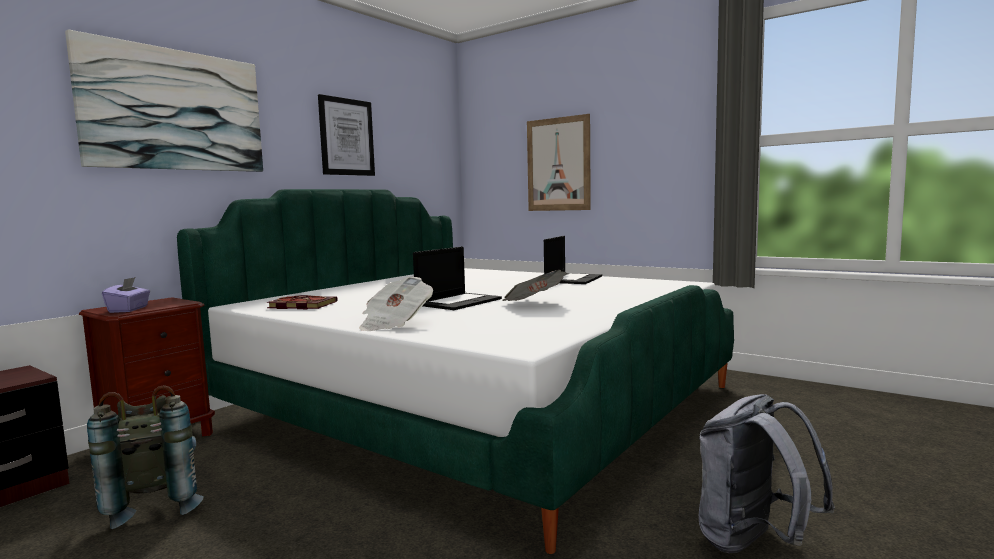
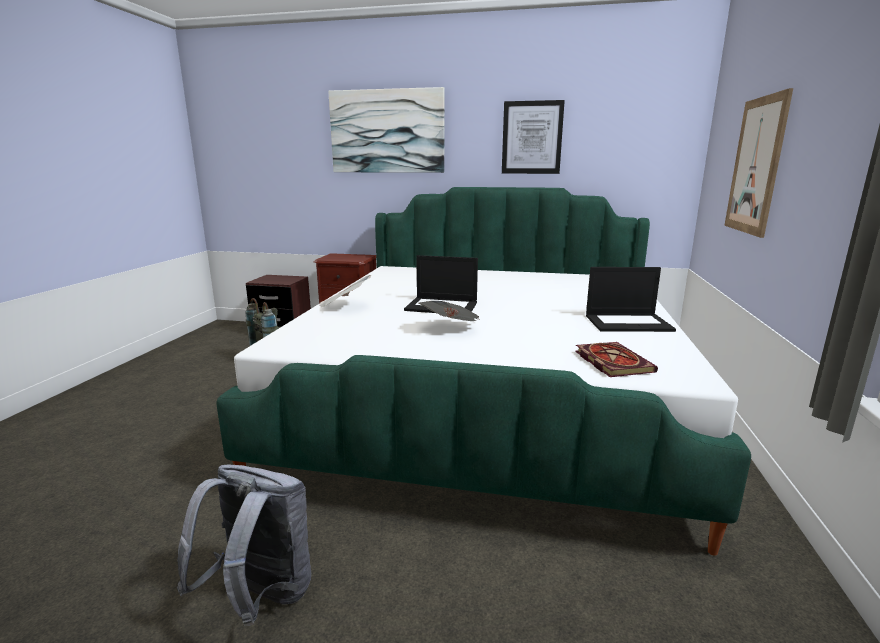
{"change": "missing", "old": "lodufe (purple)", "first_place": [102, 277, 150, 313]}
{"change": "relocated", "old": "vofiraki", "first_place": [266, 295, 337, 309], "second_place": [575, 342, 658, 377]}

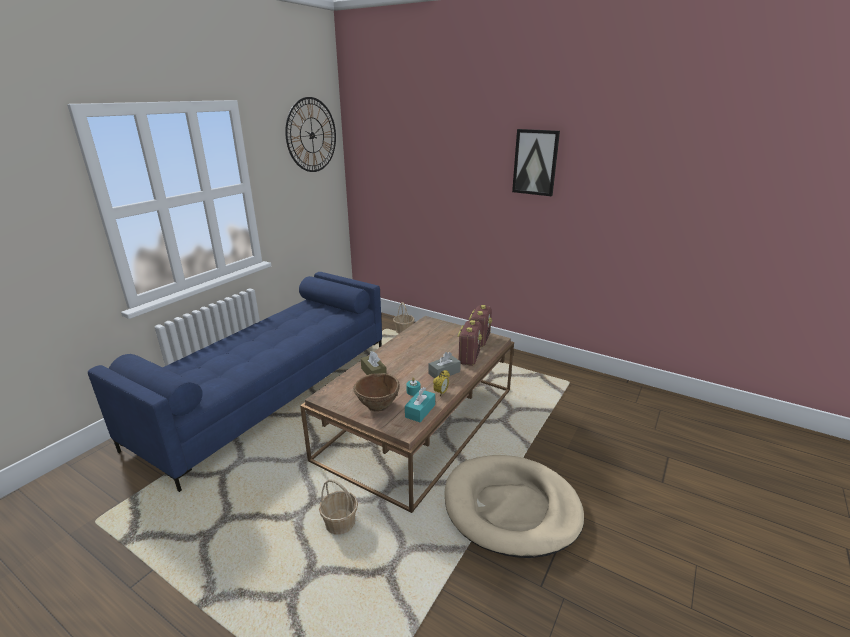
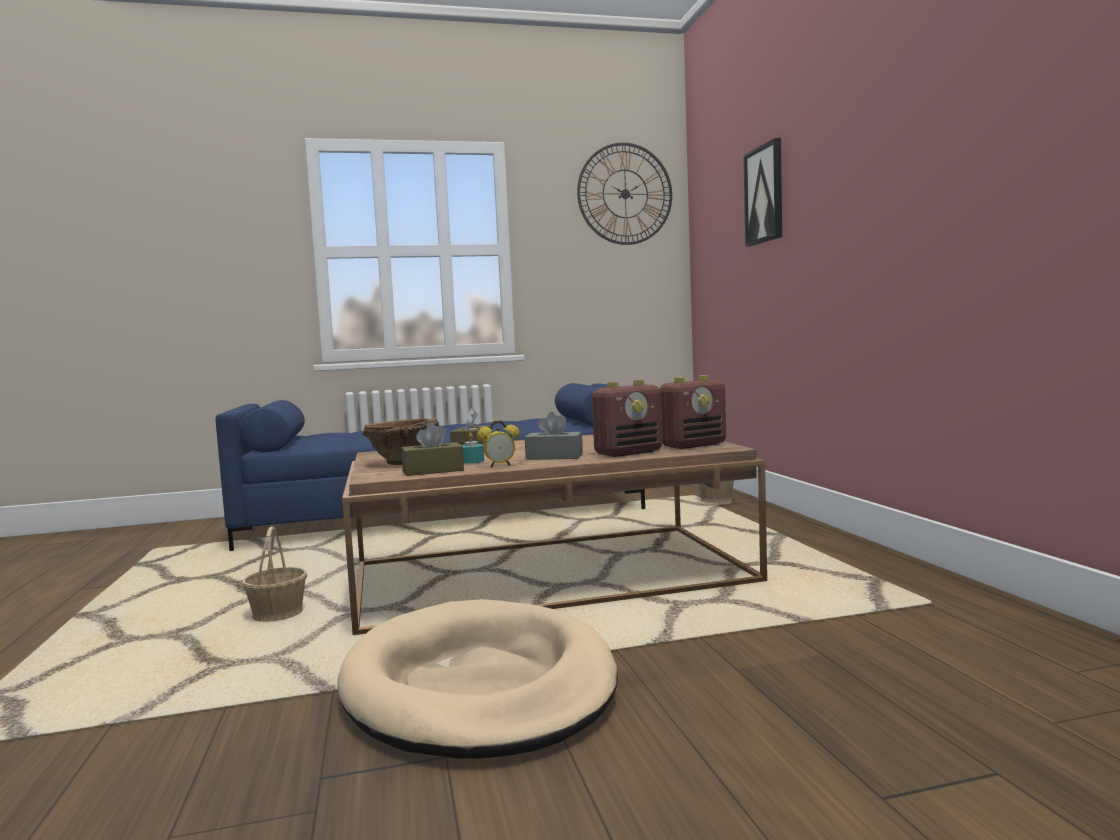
{"change": "relocated", "old": "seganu", "first_place": [512, 129, 560, 196], "second_place": [743, 138, 782, 247]}
{"change": "colour", "old": "lodufe (turquoise)", "new": "lodufe (brown)", "first_place": [405, 387, 435, 422], "second_place": [401, 422, 464, 476]}

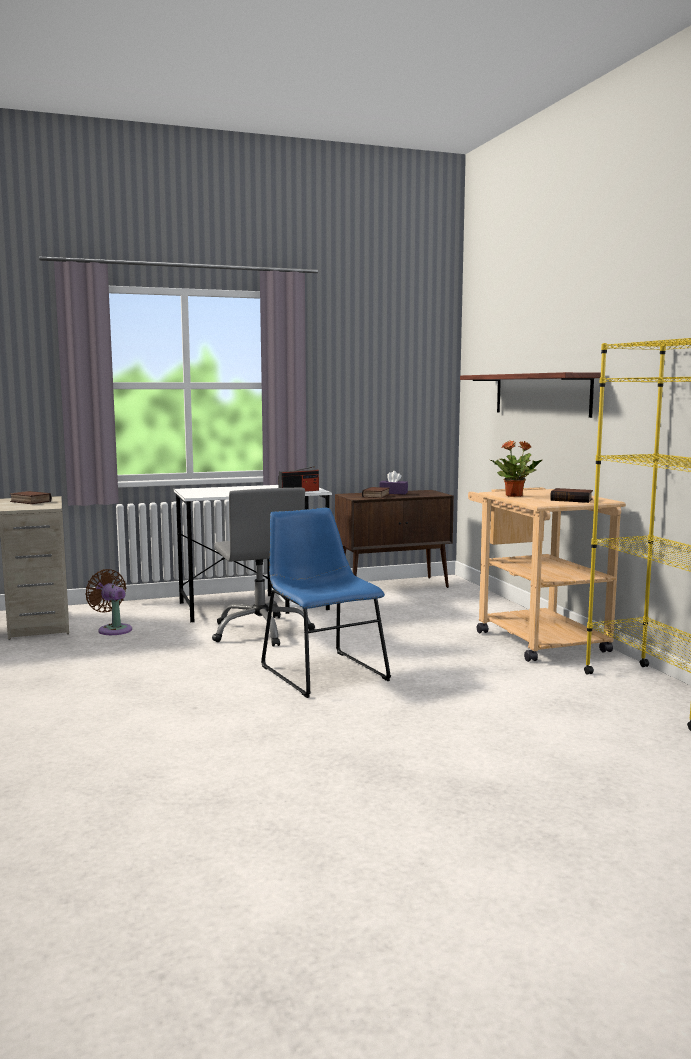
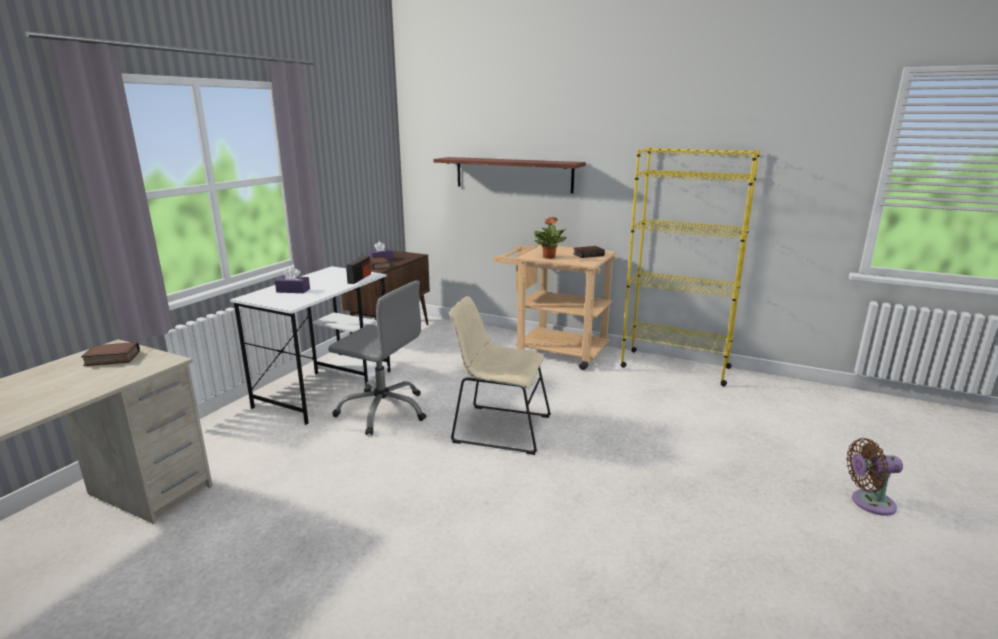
{"change": "appeared", "new": "lodufe (purple)", "second_place": [275, 266, 310, 293]}
{"change": "relocated", "old": "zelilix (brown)", "first_place": [85, 569, 132, 635], "second_place": [846, 438, 903, 516]}
{"change": "colour", "old": "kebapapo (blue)", "new": "kebapapo (beige)", "first_place": [261, 508, 391, 698], "second_place": [449, 296, 551, 455]}

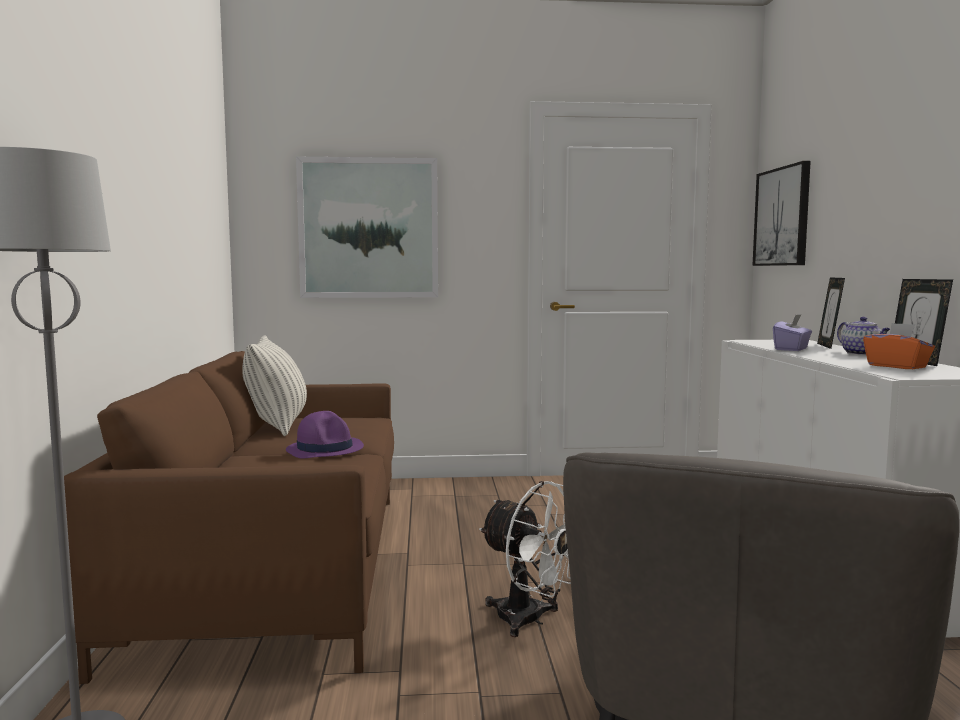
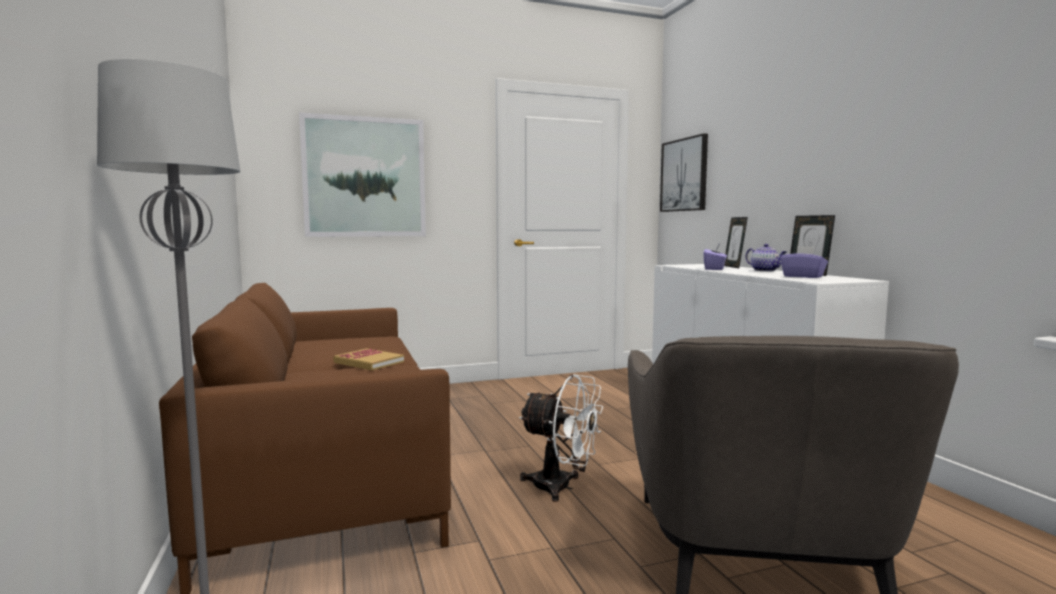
{"change": "missing", "old": "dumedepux", "first_place": [242, 336, 307, 436]}
{"change": "exchanged", "old": "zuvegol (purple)", "new": "vofiraki", "first_place": [286, 411, 364, 459], "second_place": [334, 349, 404, 370]}
{"change": "colour", "old": "lodufe (orange)", "new": "lodufe (purple)", "first_place": [863, 323, 935, 369], "second_place": [780, 246, 828, 278]}

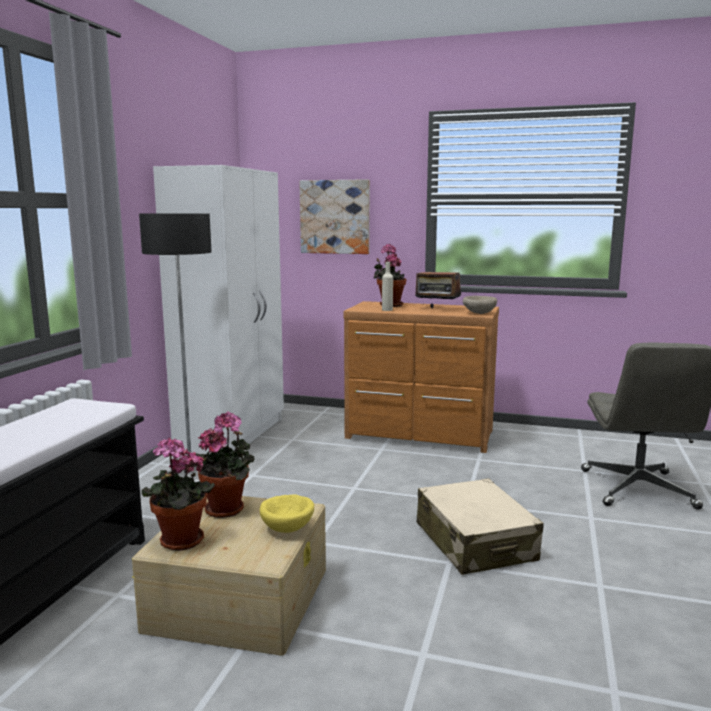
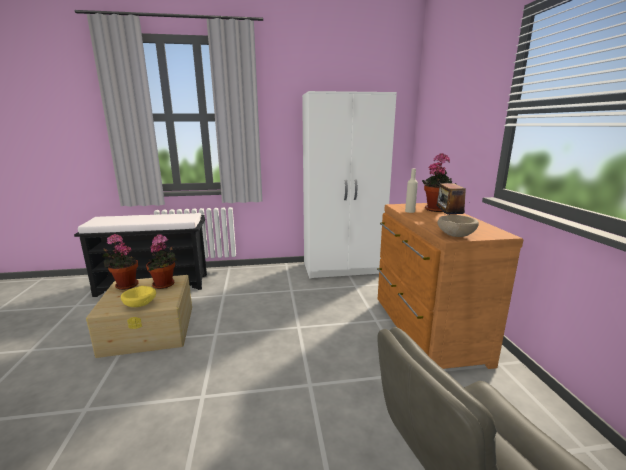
{"change": "missing", "old": "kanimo", "first_place": [139, 213, 211, 482]}
{"change": "missing", "old": "seganu", "first_place": [299, 179, 370, 254]}
{"change": "missing", "old": "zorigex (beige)", "first_place": [417, 478, 544, 575]}

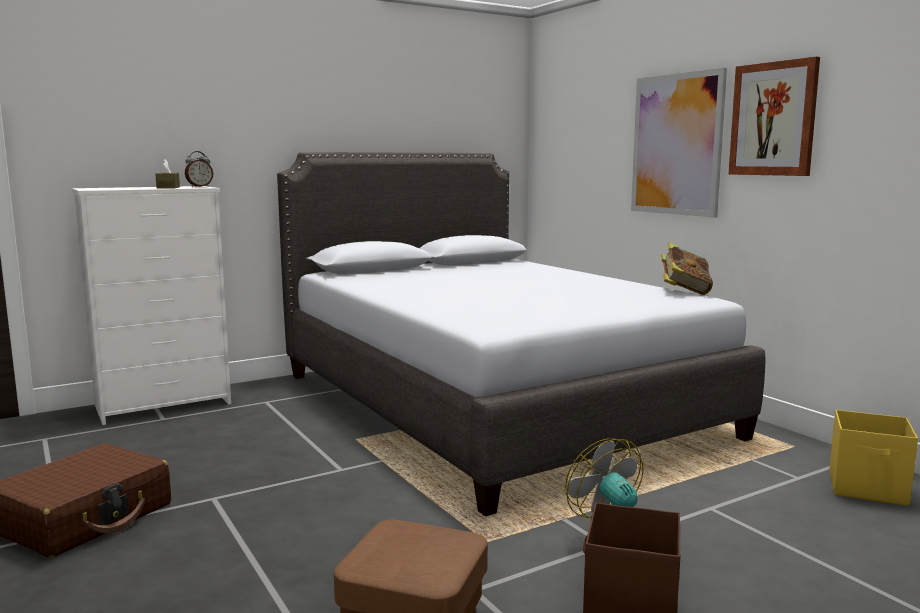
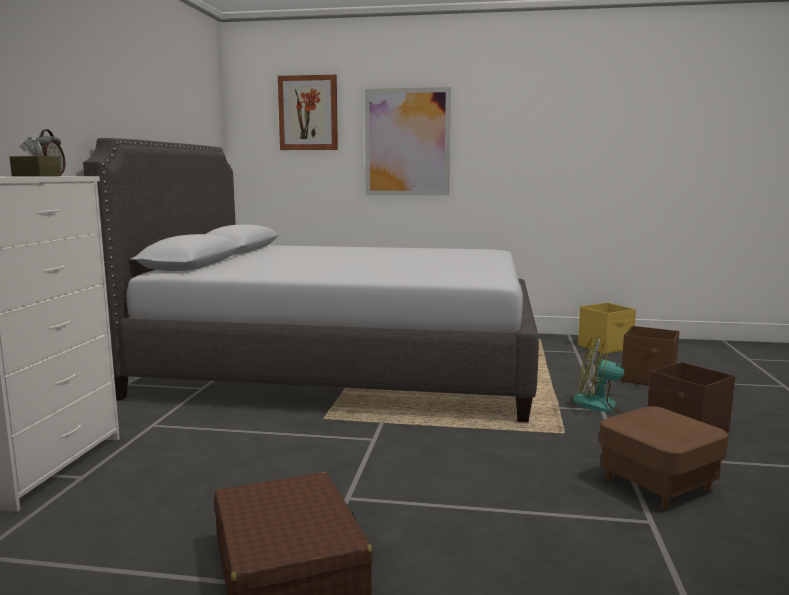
{"change": "missing", "old": "vofiraki", "first_place": [661, 242, 713, 295]}
{"change": "appeared", "new": "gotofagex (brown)", "second_place": [621, 326, 680, 386]}
{"change": "relocated", "old": "seganu", "first_place": [729, 57, 820, 176], "second_place": [278, 75, 338, 150]}

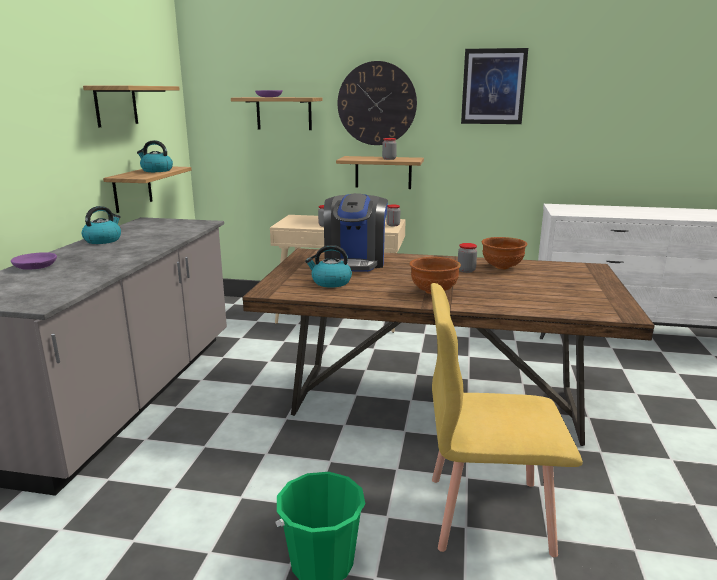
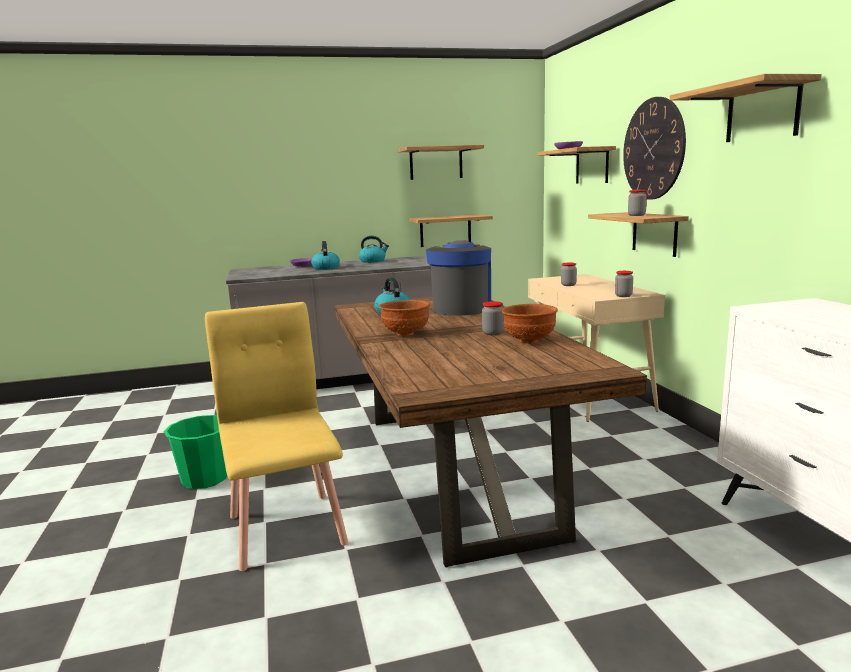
{"change": "relocated", "old": "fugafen", "first_place": [137, 140, 173, 172], "second_place": [311, 241, 340, 270]}
{"change": "exchanged", "old": "seganu", "new": "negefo", "first_place": [461, 48, 528, 124], "second_place": [670, 74, 822, 142]}
{"change": "spun", "old": "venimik", "first_place": [324, 193, 388, 272], "second_place": [426, 240, 491, 316], "degrees": 120}

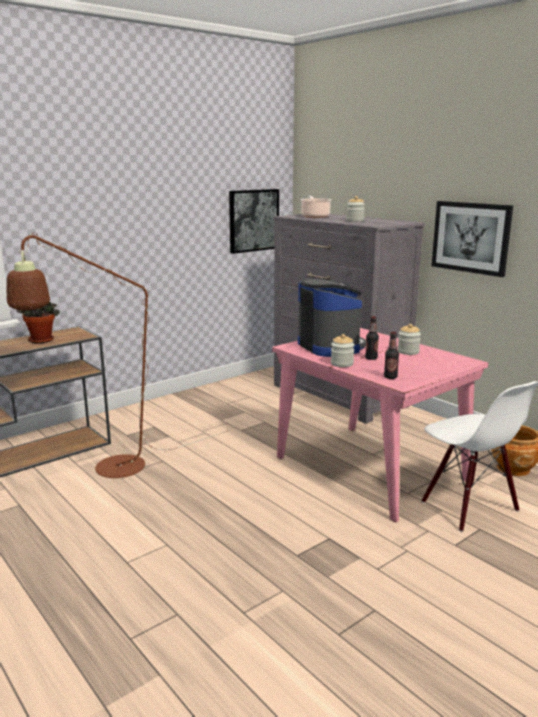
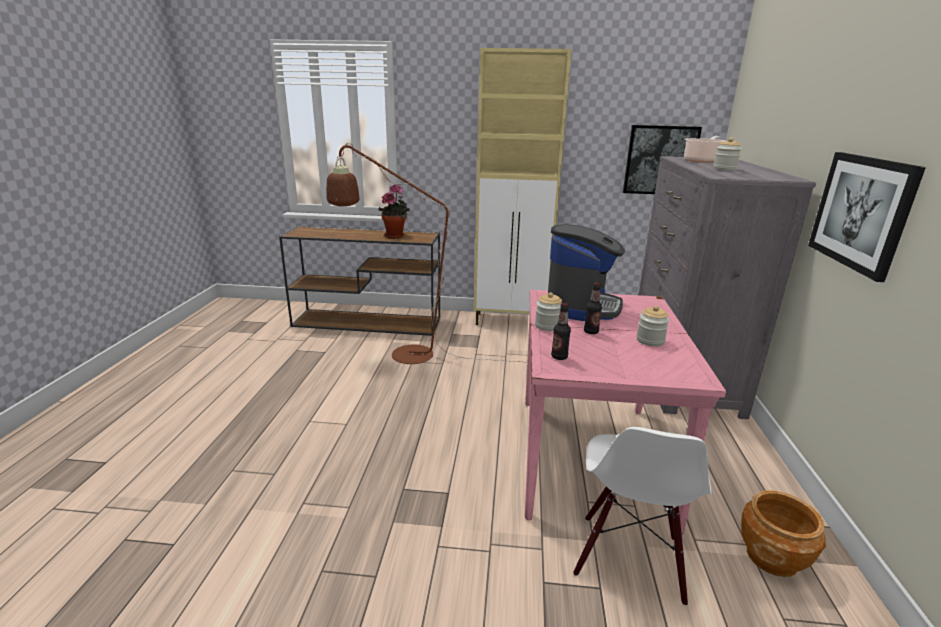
{"change": "appeared", "new": "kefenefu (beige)", "second_place": [474, 48, 572, 325]}

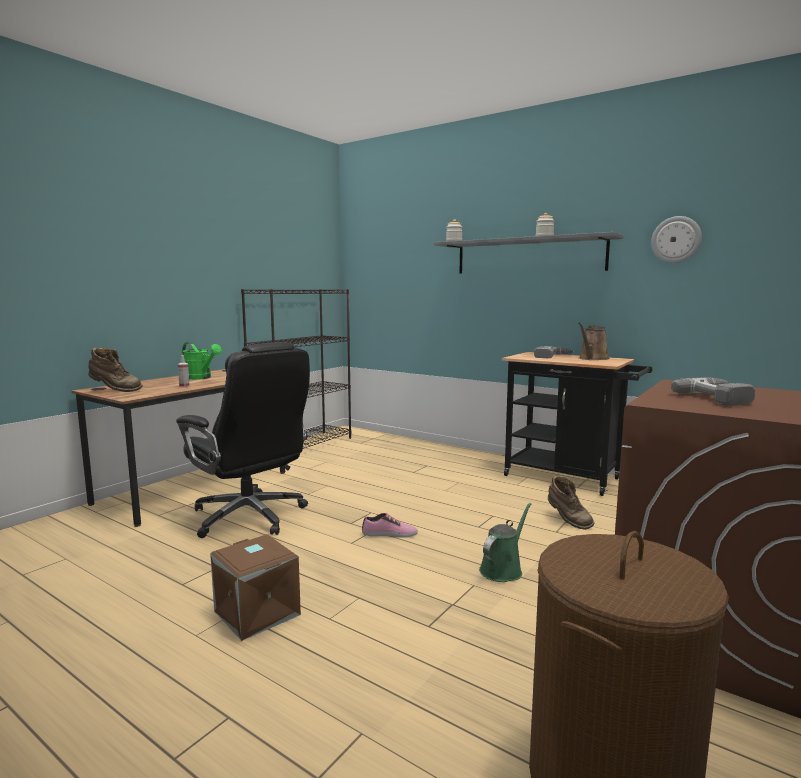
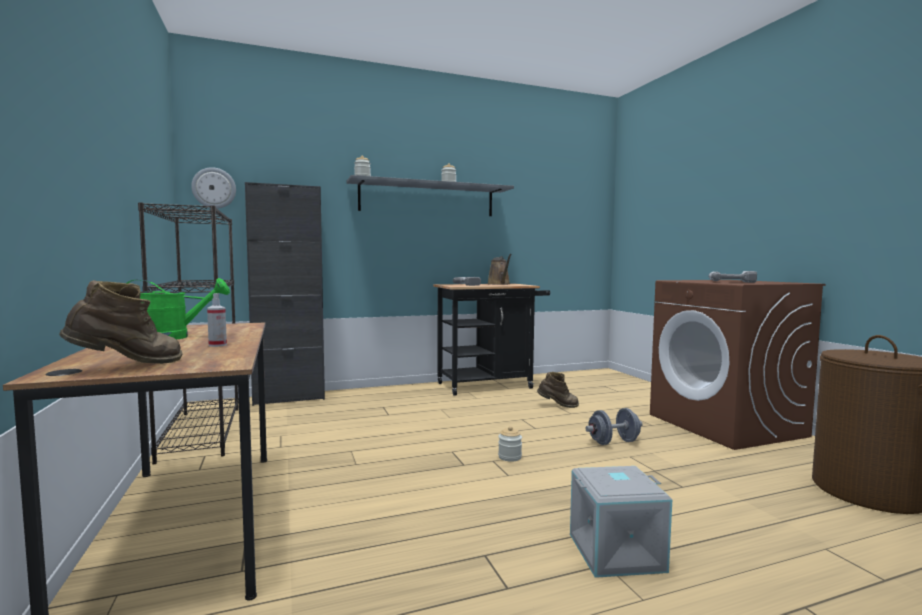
{"change": "missing", "old": "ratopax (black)", "first_place": [176, 342, 310, 538]}
{"change": "appeared", "new": "kefenefu (black)", "second_place": [245, 182, 325, 406]}
{"change": "relocated", "old": "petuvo", "first_place": [651, 216, 702, 263], "second_place": [191, 167, 236, 209]}
{"change": "exchanged", "old": "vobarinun", "new": "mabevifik", "first_place": [362, 513, 418, 538], "second_place": [498, 426, 522, 462]}
{"change": "exchanged", "old": "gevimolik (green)", "new": "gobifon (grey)", "first_place": [479, 503, 531, 582], "second_place": [585, 408, 643, 445]}
{"change": "colour", "old": "gotofagex (brown)", "new": "gotofagex (grey)", "first_place": [210, 534, 301, 641], "second_place": [570, 466, 672, 578]}

